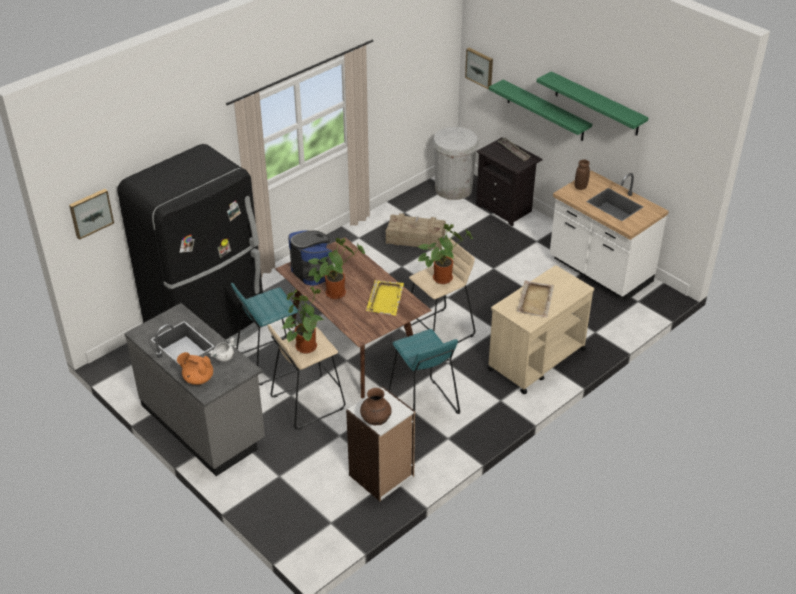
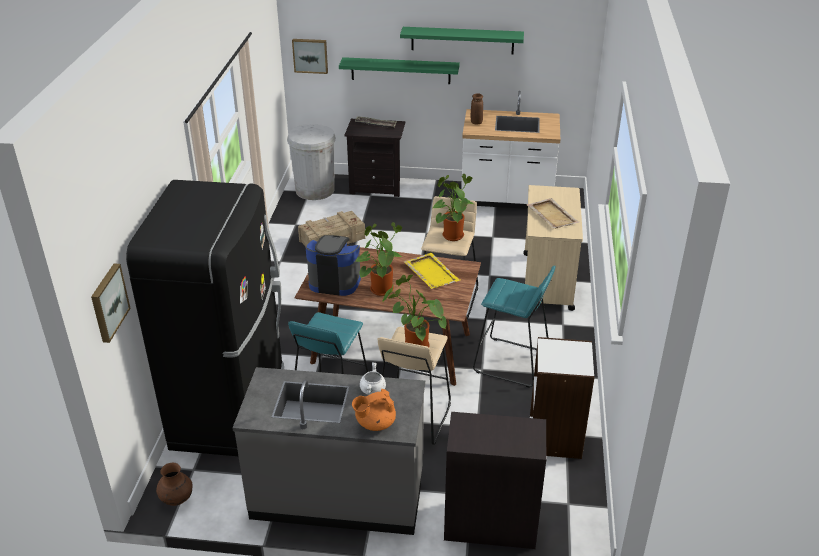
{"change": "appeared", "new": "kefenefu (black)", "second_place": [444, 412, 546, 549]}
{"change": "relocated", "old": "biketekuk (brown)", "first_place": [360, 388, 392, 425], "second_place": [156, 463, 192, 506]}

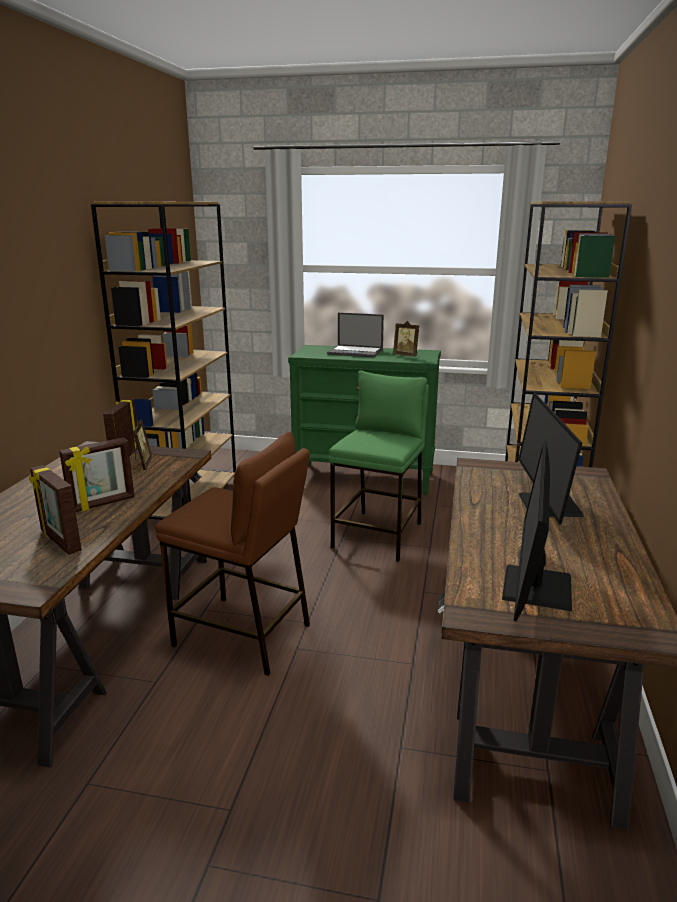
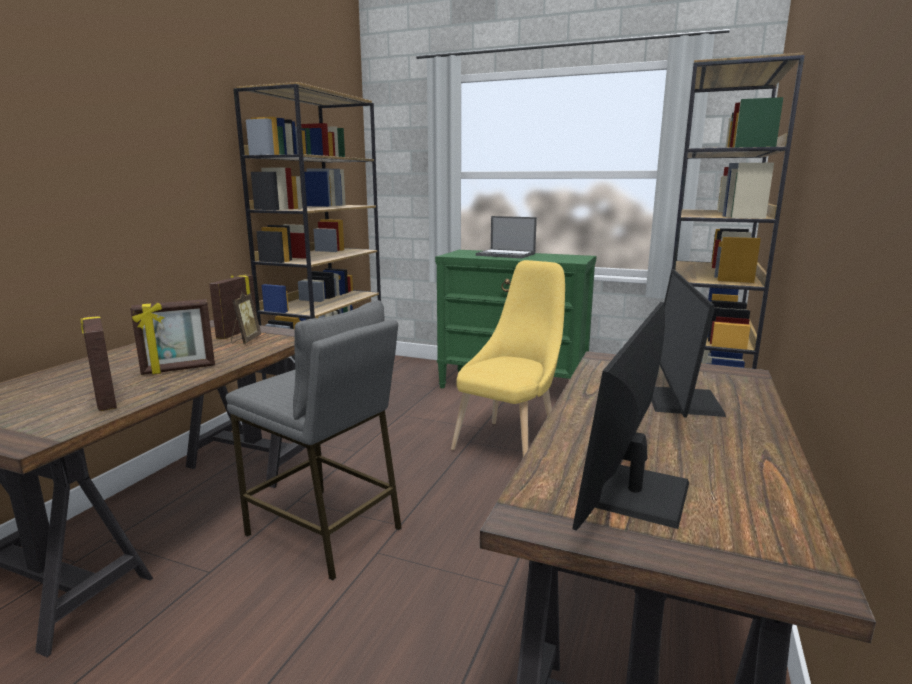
{"change": "missing", "old": "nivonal", "first_place": [393, 321, 419, 357]}
{"change": "exchanged", "old": "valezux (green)", "new": "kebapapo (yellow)", "first_place": [329, 370, 429, 562], "second_place": [451, 260, 565, 457]}
{"change": "colour", "old": "valezux (brown)", "new": "valezux (grey)", "first_place": [155, 432, 310, 676], "second_place": [226, 300, 401, 581]}

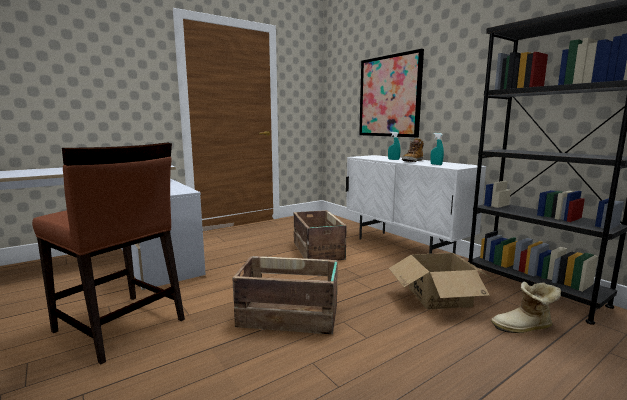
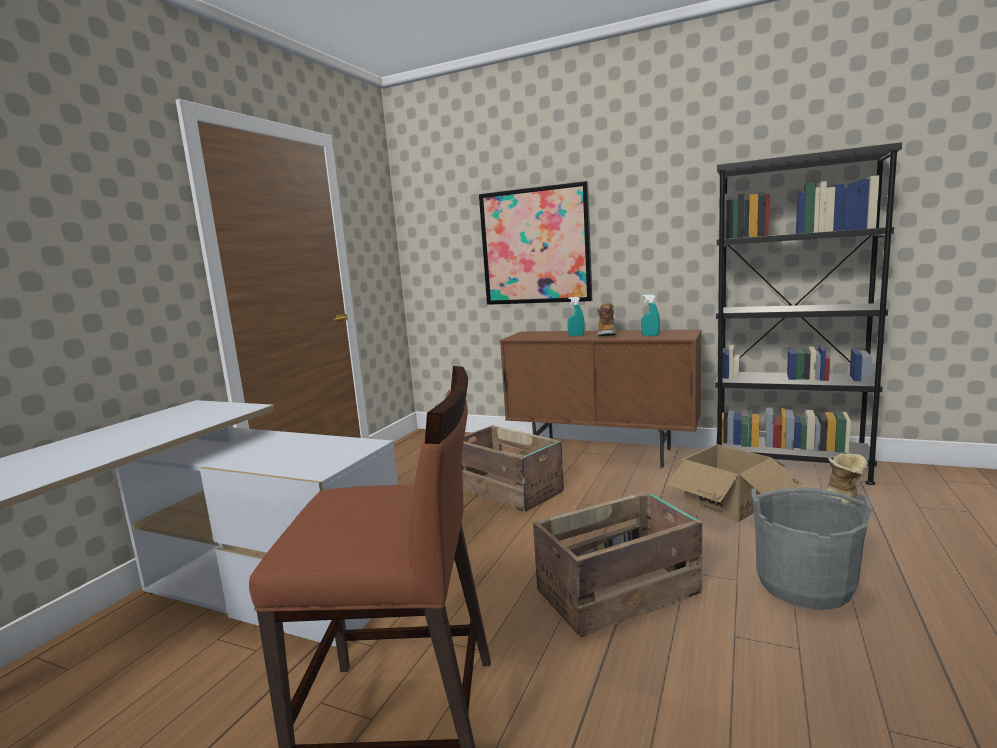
{"change": "appeared", "new": "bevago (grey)", "second_place": [752, 488, 873, 610]}
{"change": "colour", "old": "kefenefu (white)", "new": "kefenefu (brown)", "first_place": [346, 155, 486, 254], "second_place": [500, 330, 701, 468]}

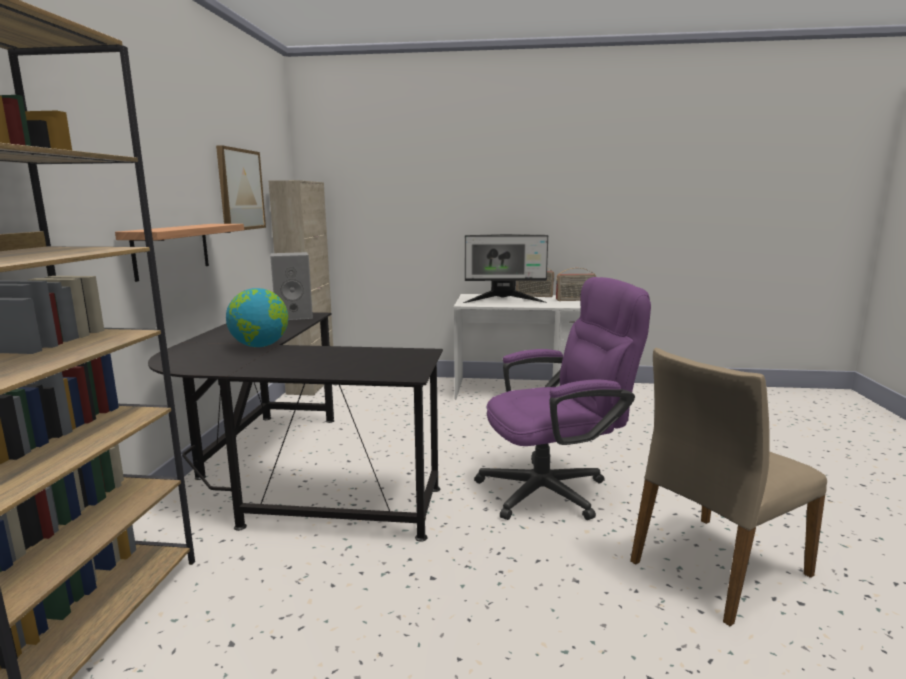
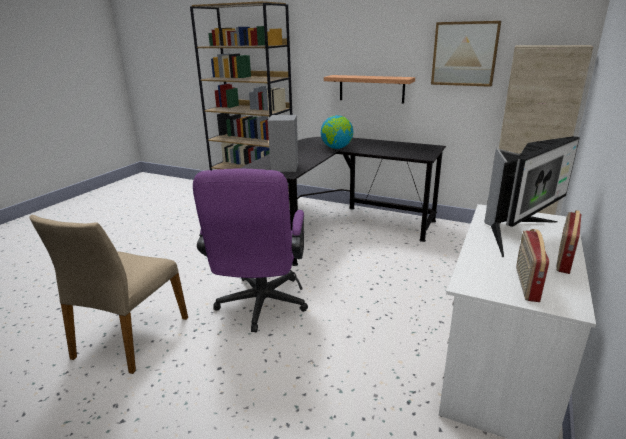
{"change": "relocated", "old": "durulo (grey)", "first_place": [270, 252, 313, 320], "second_place": [268, 115, 298, 172]}
{"change": "spun", "old": "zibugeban", "first_place": [463, 234, 548, 303], "second_place": [485, 136, 580, 257], "degrees": -150}
{"change": "spun", "old": "kebapapo (beige)", "first_place": [630, 348, 827, 626], "second_place": [29, 215, 188, 374], "degrees": -150}

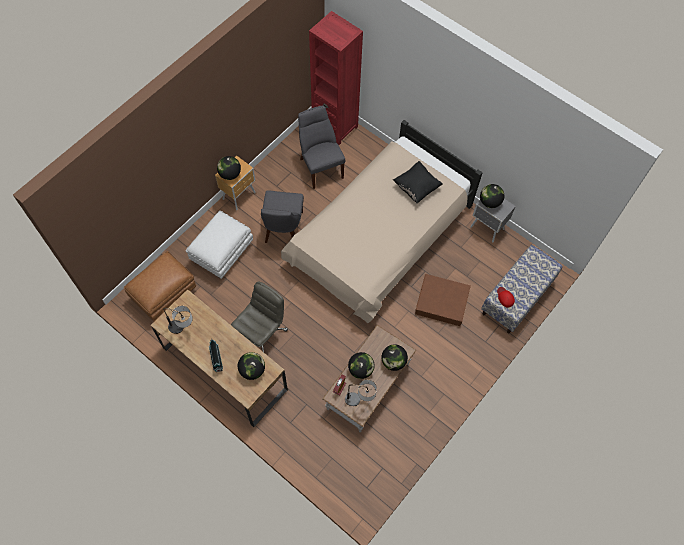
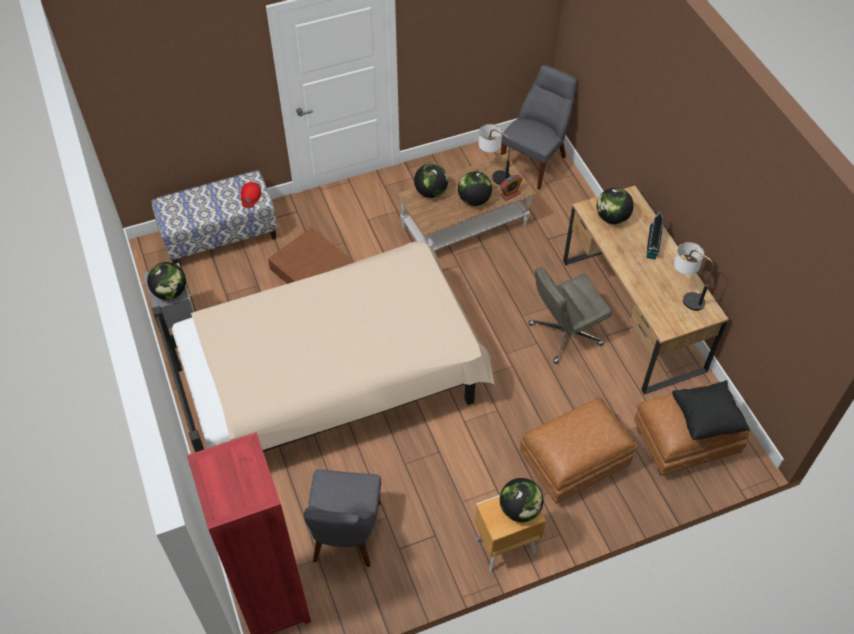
{"change": "relocated", "old": "kebapapo (grey)", "first_place": [261, 190, 304, 243], "second_place": [501, 65, 577, 190]}
{"change": "relocated", "old": "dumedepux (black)", "first_place": [393, 161, 443, 203], "second_place": [672, 380, 750, 440]}
{"change": "colour", "old": "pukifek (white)", "new": "pukifek (brown)", "first_place": [186, 211, 253, 279], "second_place": [520, 397, 637, 503]}

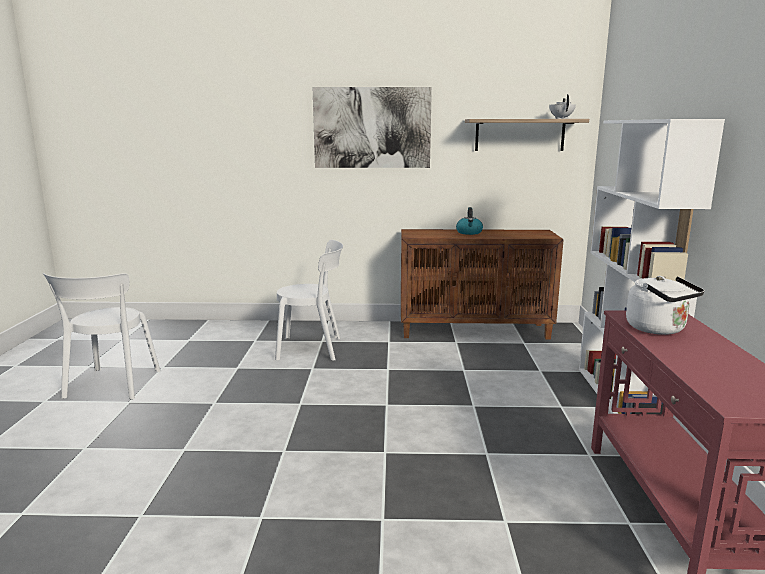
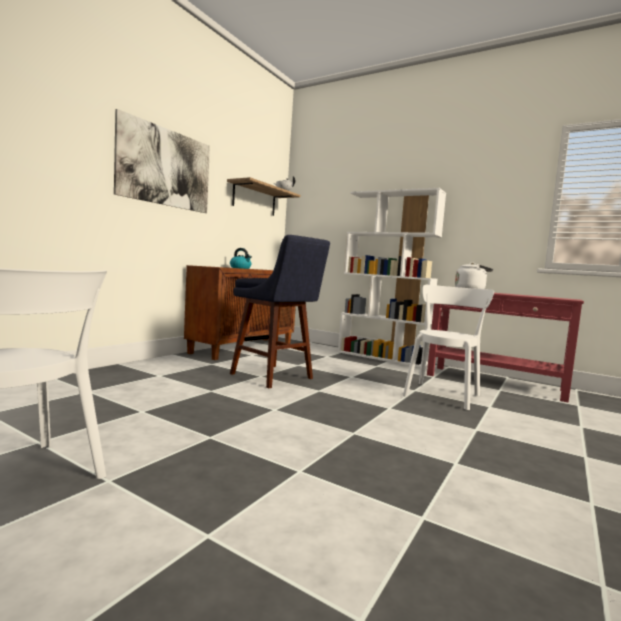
{"change": "appeared", "new": "valezux (blue)", "second_place": [230, 235, 330, 388]}
{"change": "relocated", "old": "kebapapo (white)", "first_place": [275, 240, 343, 361], "second_place": [403, 285, 494, 410]}

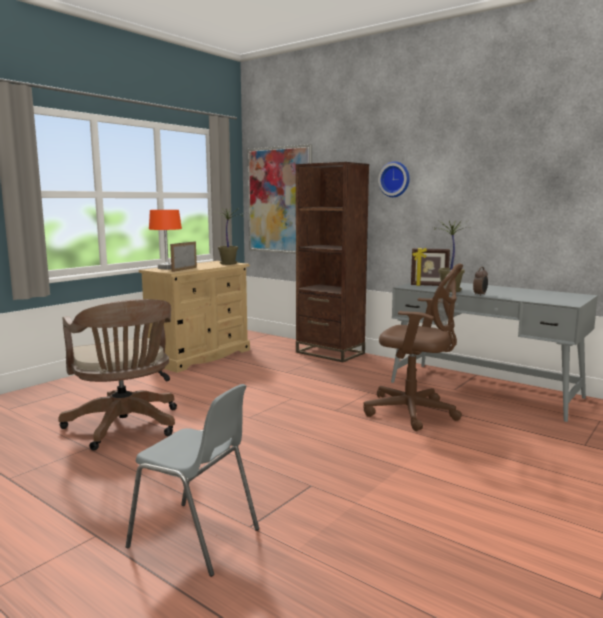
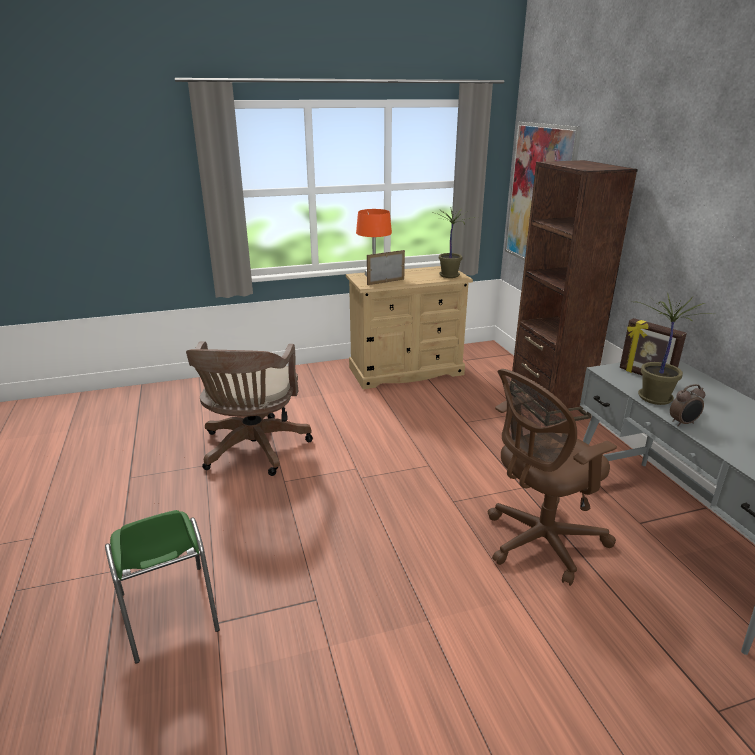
{"change": "missing", "old": "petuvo", "first_place": [378, 161, 410, 197]}
{"change": "colour", "old": "kebapapo (grey)", "new": "kebapapo (green)", "first_place": [126, 384, 259, 577], "second_place": [105, 510, 220, 664]}
{"change": "spun", "old": "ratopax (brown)", "first_place": [363, 264, 463, 431], "second_place": [488, 369, 617, 586], "degrees": 90}

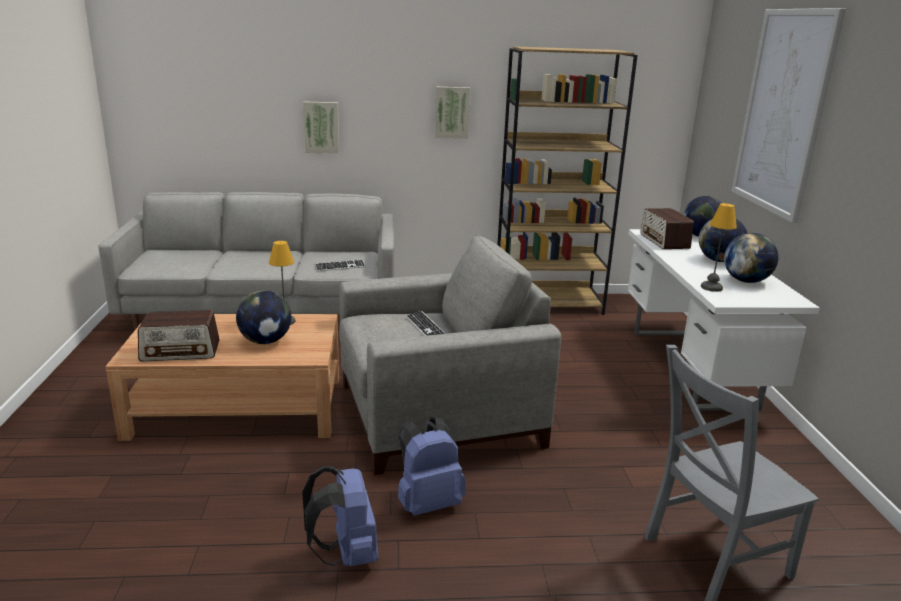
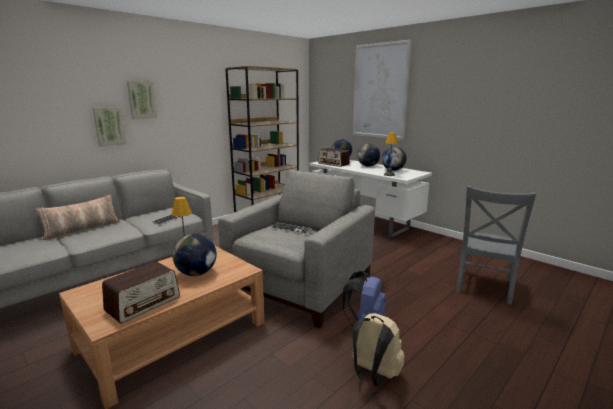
{"change": "appeared", "new": "dumedepux", "second_place": [35, 195, 120, 240]}
{"change": "relocated", "old": "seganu", "first_place": [435, 87, 470, 139], "second_place": [127, 81, 157, 119]}
{"change": "colour", "old": "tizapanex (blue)", "new": "tizapanex (beige)", "first_place": [302, 466, 378, 566], "second_place": [352, 313, 404, 386]}

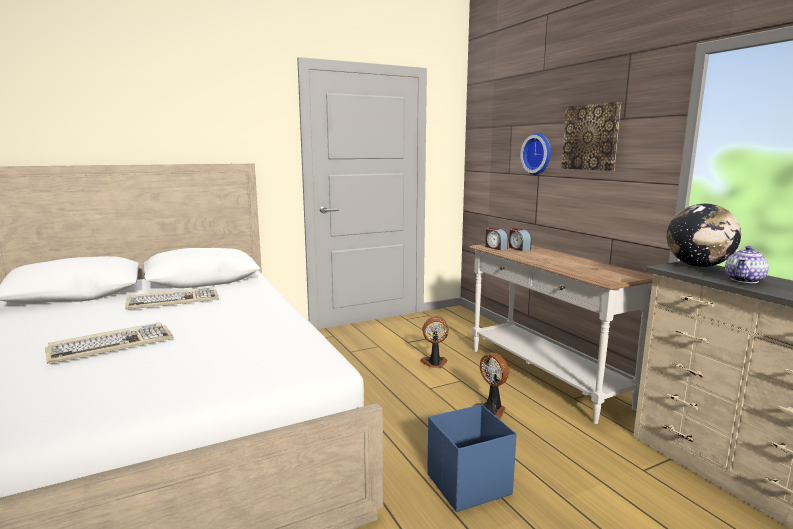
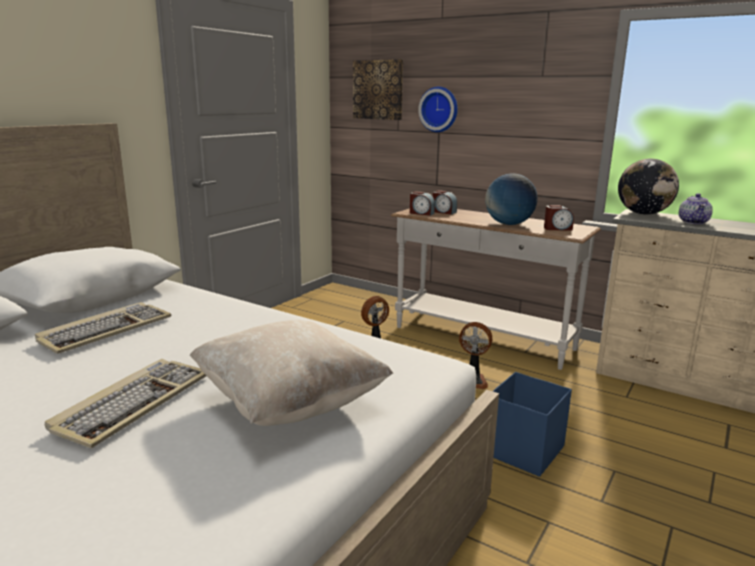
{"change": "appeared", "new": "dumedepux (beige)", "second_place": [190, 320, 393, 426]}
{"change": "appeared", "new": "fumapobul", "second_place": [485, 173, 538, 225]}
{"change": "appeared", "new": "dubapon", "second_place": [544, 205, 574, 231]}
{"change": "relocated", "old": "seganu", "first_place": [561, 102, 621, 171], "second_place": [353, 59, 403, 120]}

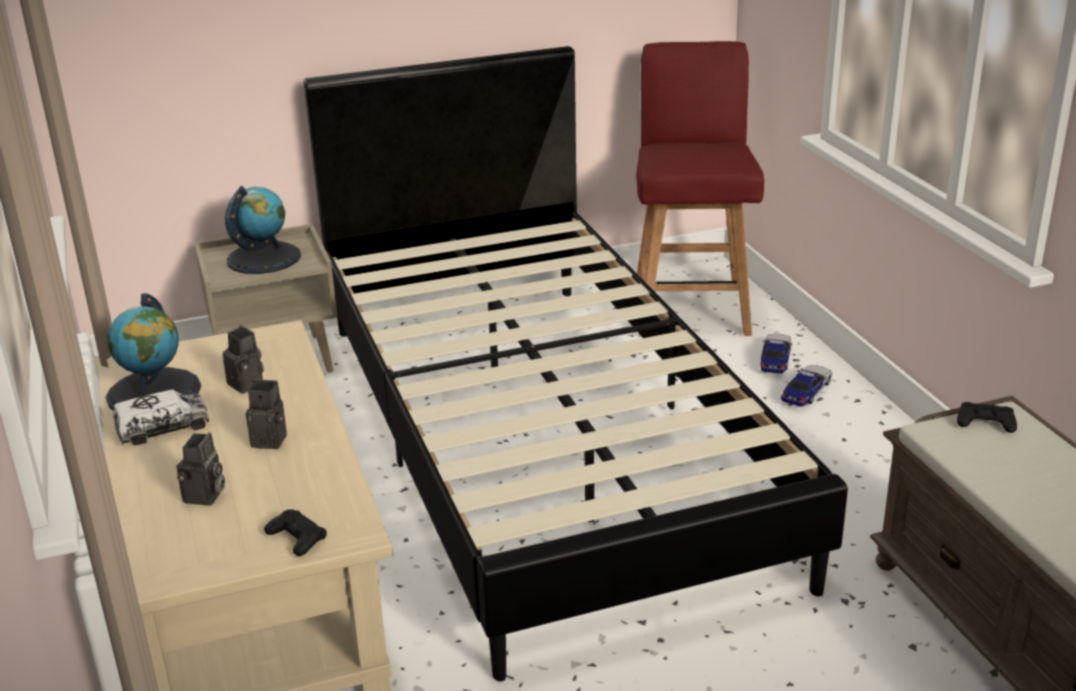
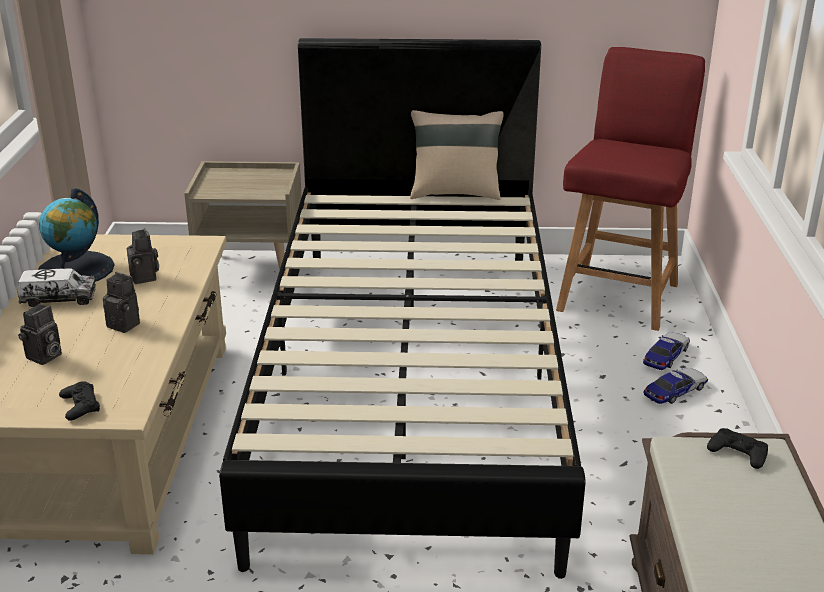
{"change": "missing", "old": "fumapobul", "first_place": [225, 186, 301, 274]}
{"change": "appeared", "new": "dumedepux (beige)", "second_place": [410, 110, 504, 200]}

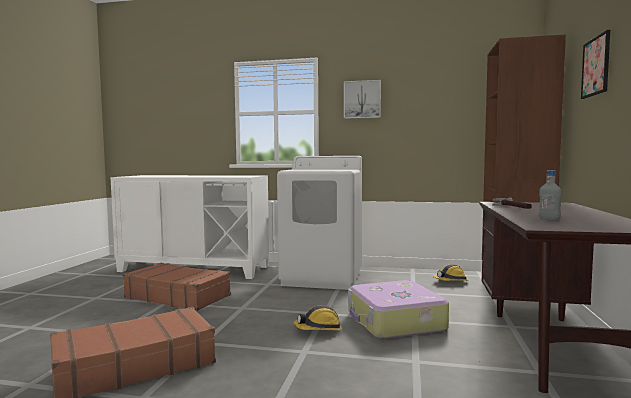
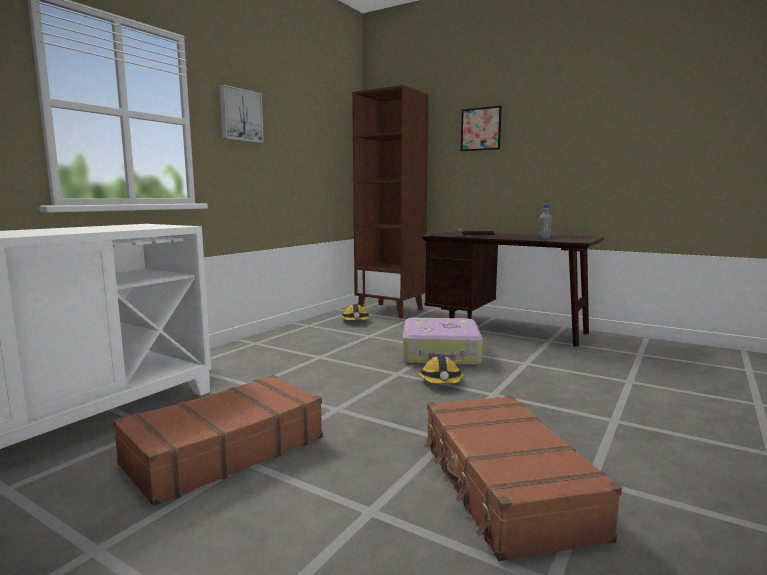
{"change": "missing", "old": "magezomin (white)", "first_place": [277, 156, 362, 290]}

